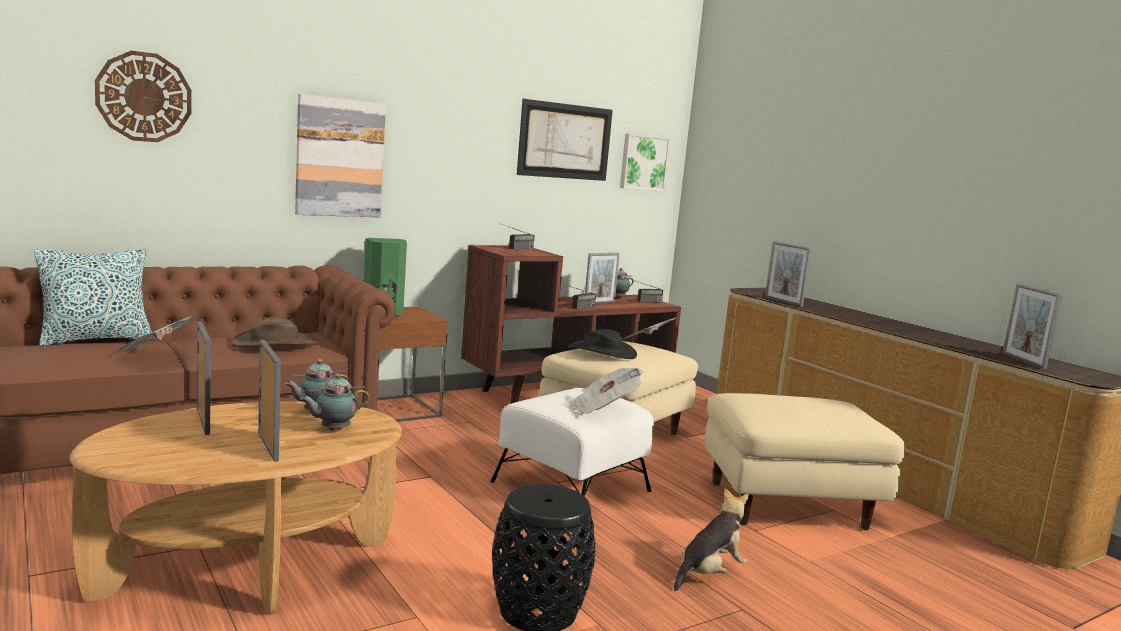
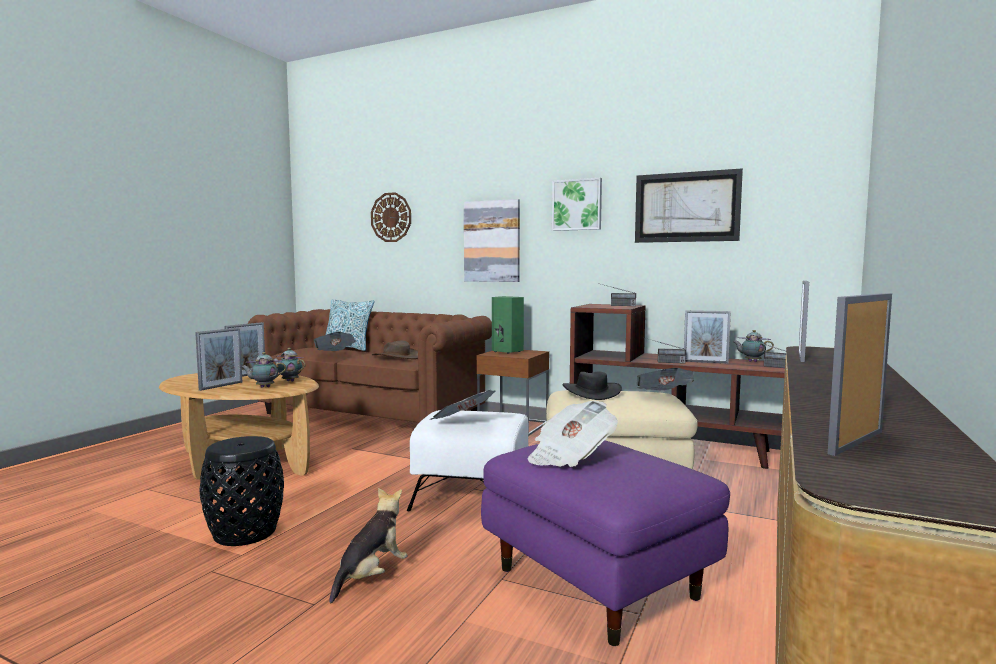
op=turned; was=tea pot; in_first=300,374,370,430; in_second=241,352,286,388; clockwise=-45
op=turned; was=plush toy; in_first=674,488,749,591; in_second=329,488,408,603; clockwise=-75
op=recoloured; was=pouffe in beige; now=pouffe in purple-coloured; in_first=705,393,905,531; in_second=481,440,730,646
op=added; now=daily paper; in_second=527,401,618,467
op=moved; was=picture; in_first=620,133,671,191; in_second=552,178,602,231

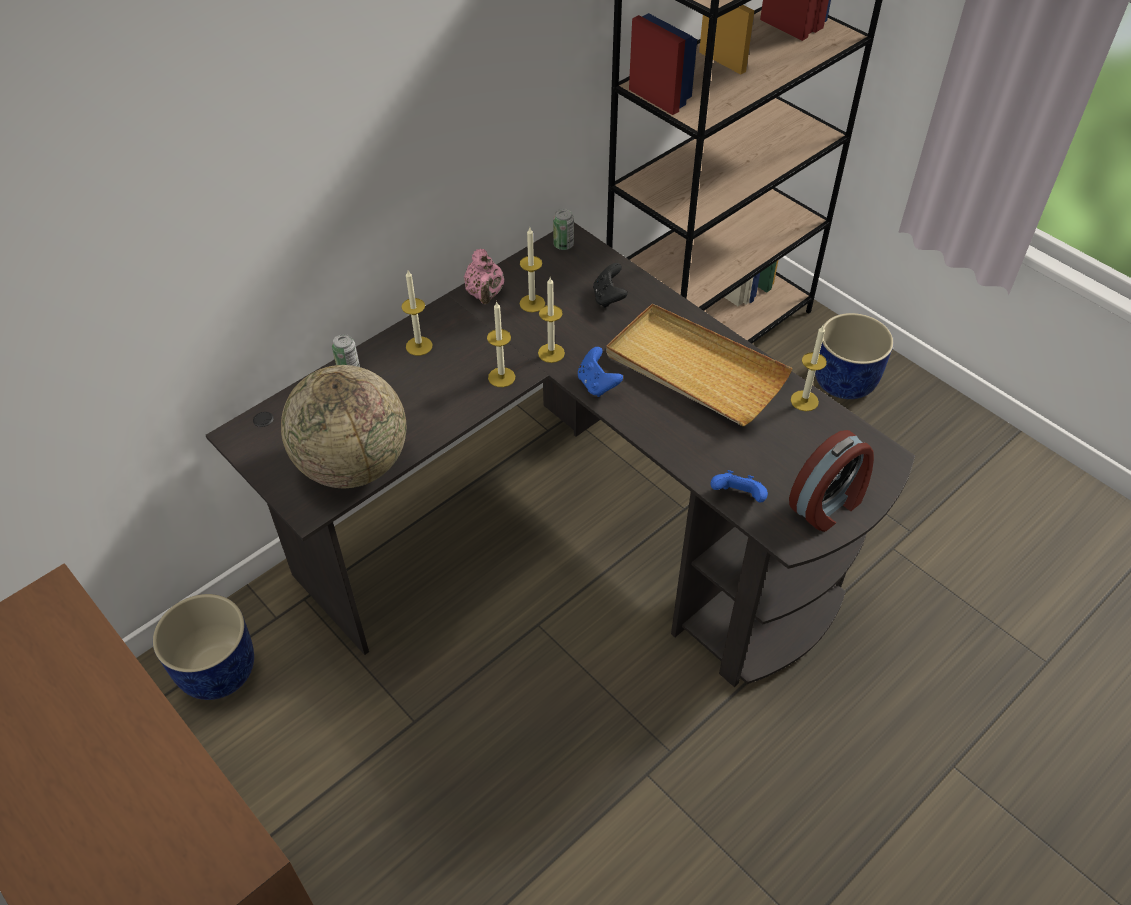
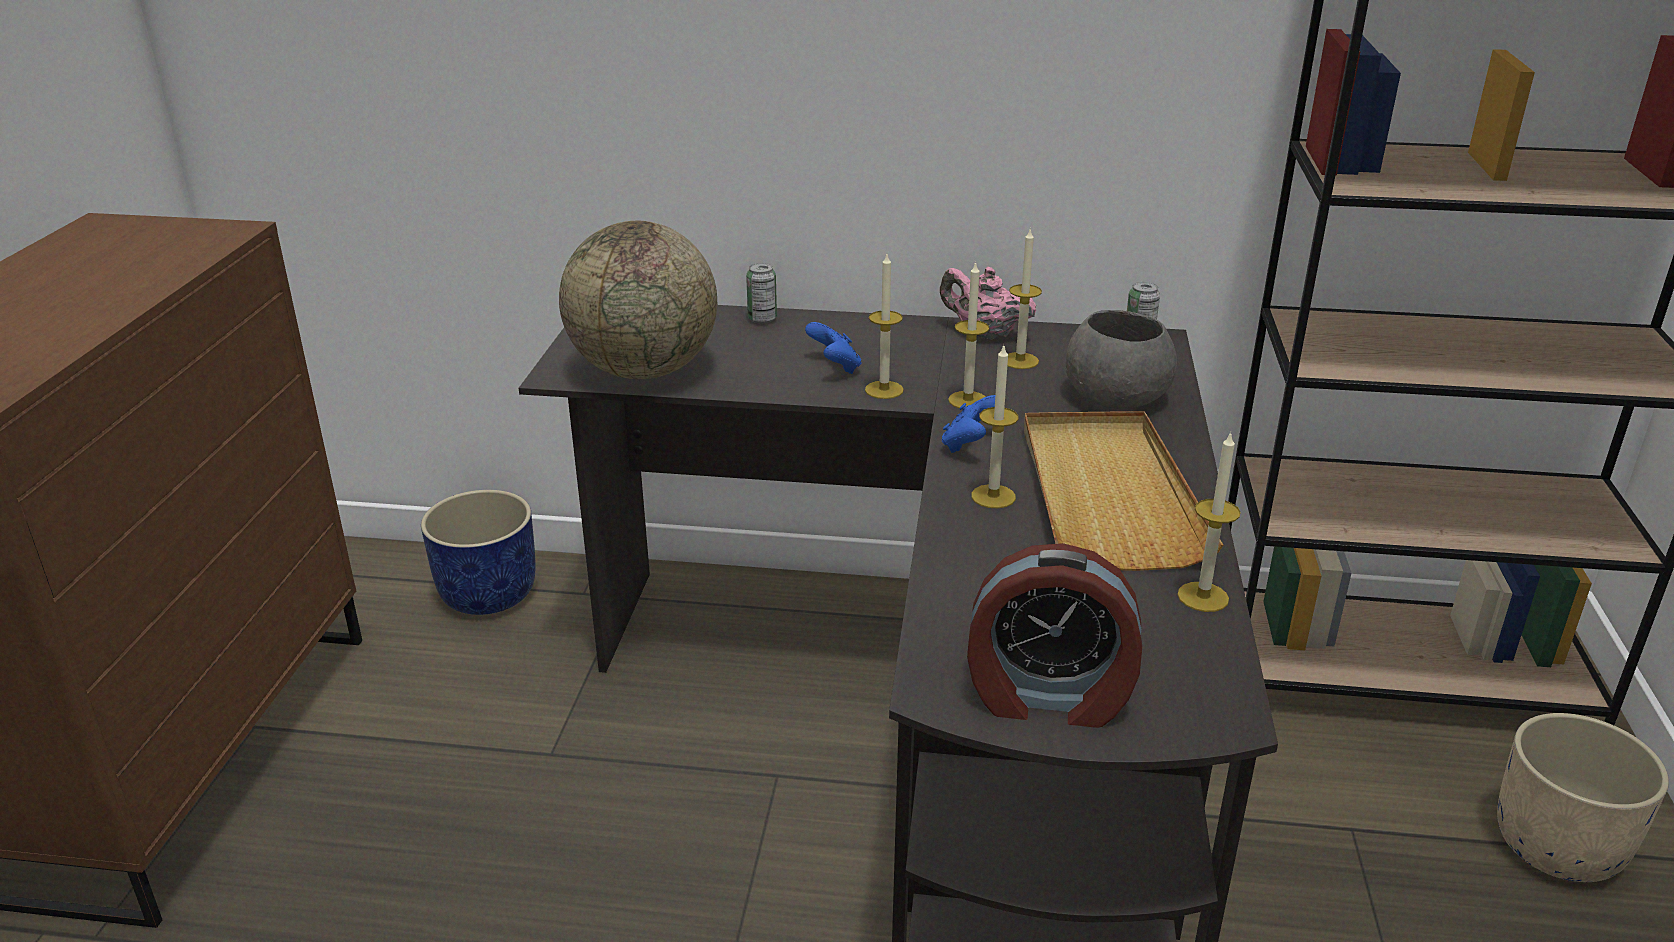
op=moved; was=game controller in blue; in_first=711,470,768,502; in_second=805,322,861,374
op=turned; was=tea pot in pink; in_first=464,249,504,304; in_second=940,267,1036,340; clockwise=75
op=moved; was=wax candle; in_first=401,270,432,356; in_second=971,346,1019,508
op=replaced; was=game controller in blackish; now=serving bowl in grey; in_first=593,263,627,308; in_second=1066,310,1177,409
op=recoloured; was=flower pot in blue; now=flower pot in beige; in_first=815,313,894,399; in_second=1497,713,1669,882

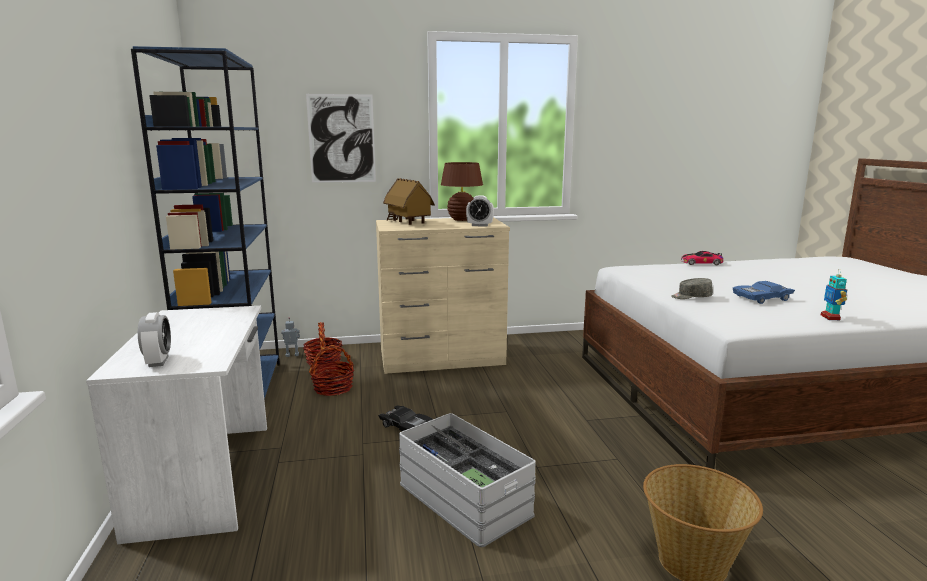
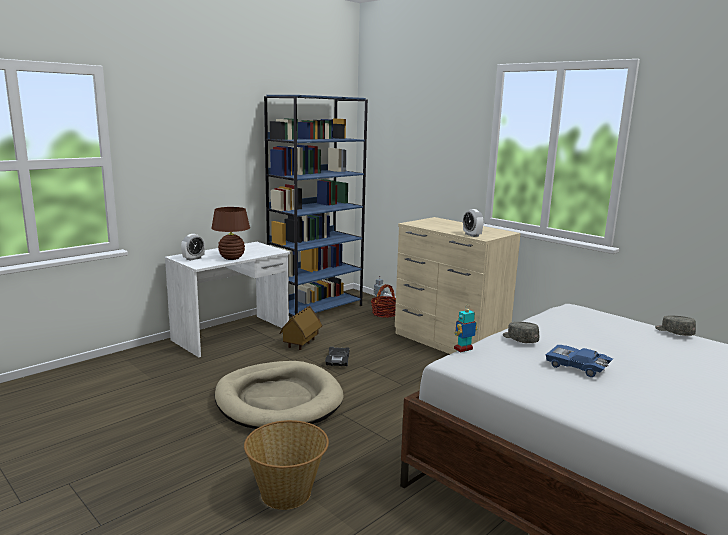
op=moved; was=lamp for a table in brownish; in_first=441,162,483,221; in_second=211,207,250,260
op=replaced; was=storage box in grey; now=dog bed in beige; in_first=399,413,536,547; in_second=215,361,344,429
op=moved; was=toy house; in_first=383,178,435,225; in_second=279,306,322,350
op=moved; was=toy robot; in_first=821,273,847,320; in_second=454,304,477,352
op=replaced; was=miniature car; now=cap in grey; in_first=681,251,723,265; in_second=655,315,696,336
op=removed; was=picture; in_first=306,94,376,183
op=removed; was=basket; in_first=309,345,354,396

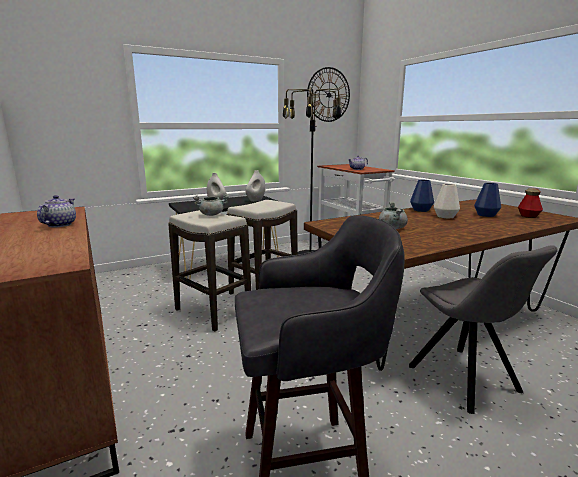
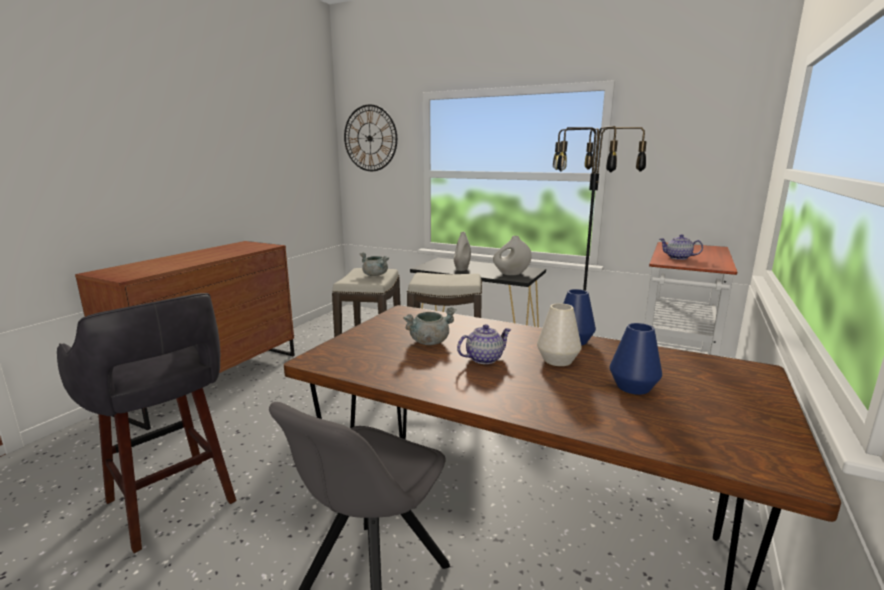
op=moved; was=hanging clock; in_first=307,67,350,122; in_second=344,104,397,171
op=moved; was=tea pot; in_first=37,195,76,227; in_second=457,324,512,364
op=removed; was=beverage bottle; in_first=518,188,543,218

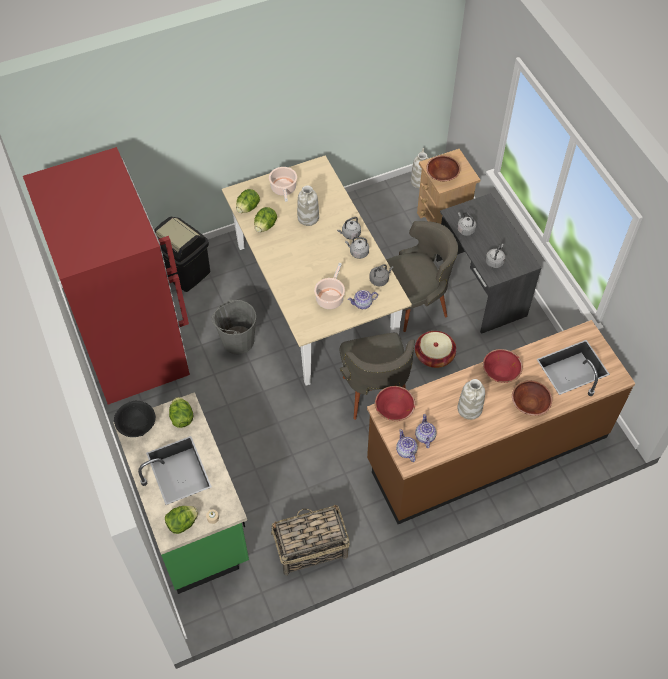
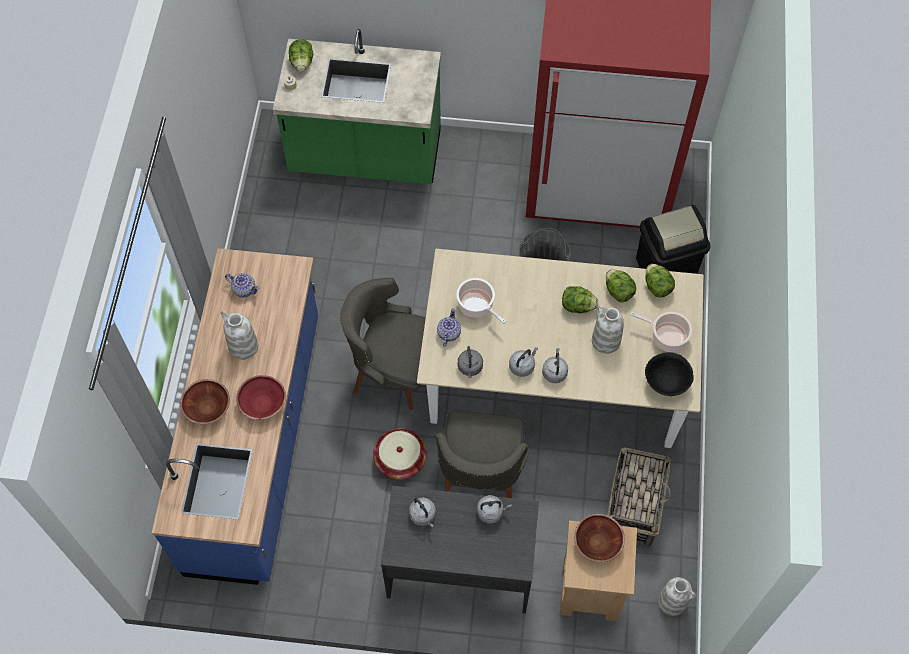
op=recoloured; was=kitchen base unit in brownish; now=kitchen base unit in blue; in_first=367,320,636,524; in_second=152,248,318,585
op=moved; was=lettuce; in_first=169,397,193,428; in_second=562,286,598,314
op=moved; was=basket; in_first=271,505,350,575; in_second=607,448,671,547
op=moved; was=serving bowl in blackish; in_first=114,401,156,437; in_second=645,352,694,396
op=removed; was=serving bowl in red; in_first=375,386,415,421
op=removed; was=tea pot; in_first=396,429,418,462

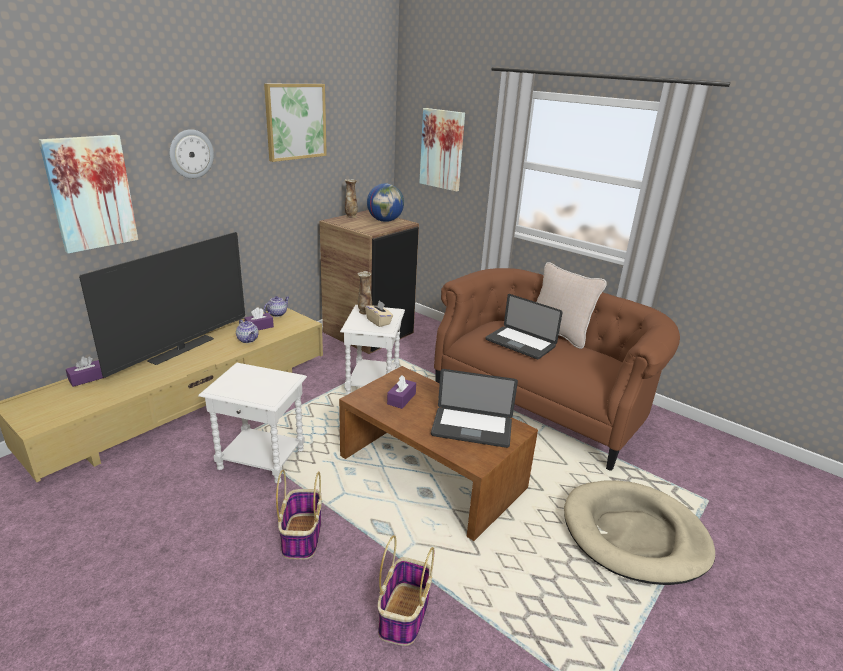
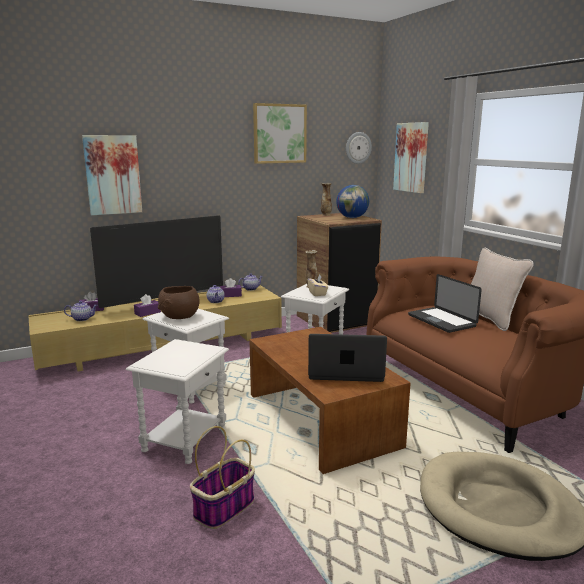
op=added; now=tea pot; in_second=64,301,98,321
op=replaced; was=basket; now=end table in whitish; in_first=276,470,322,559; in_second=125,339,229,464
op=moved; was=box of tissues in purple-coloured; in_first=387,375,416,409; in_second=134,294,161,317
op=added; now=serving bowl in brownish; in_second=158,286,200,319
op=turned; was=laptop; in_first=431,369,518,448; in_second=308,334,387,382; clockwise=150
op=moved; was=hanging clock; in_first=169,129,214,179; in_second=346,132,372,164

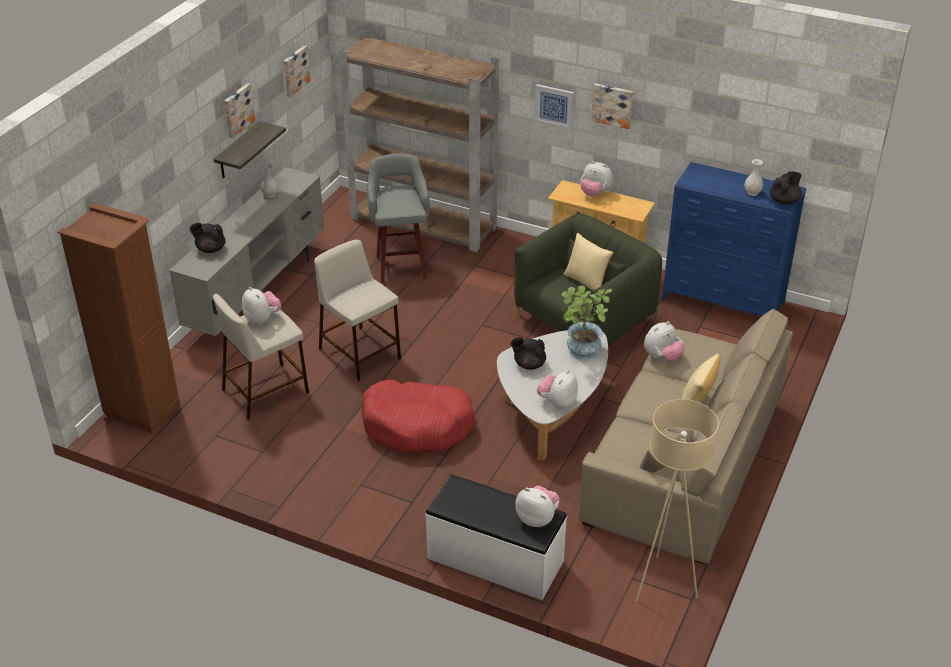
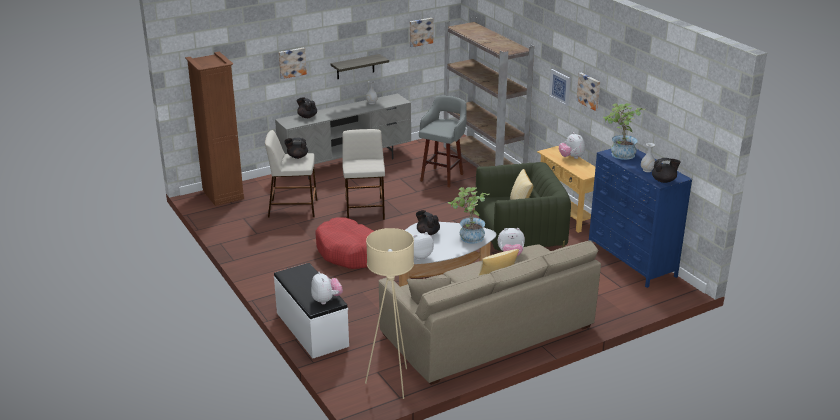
op=moved; was=picture; in_first=224,83,255,138; in_second=278,48,307,79
op=replaced; was=plush toy; now=tea pot in blackish; in_first=242,287,281,325; in_second=284,138,308,159
op=added; now=houseplant; in_second=603,103,646,160

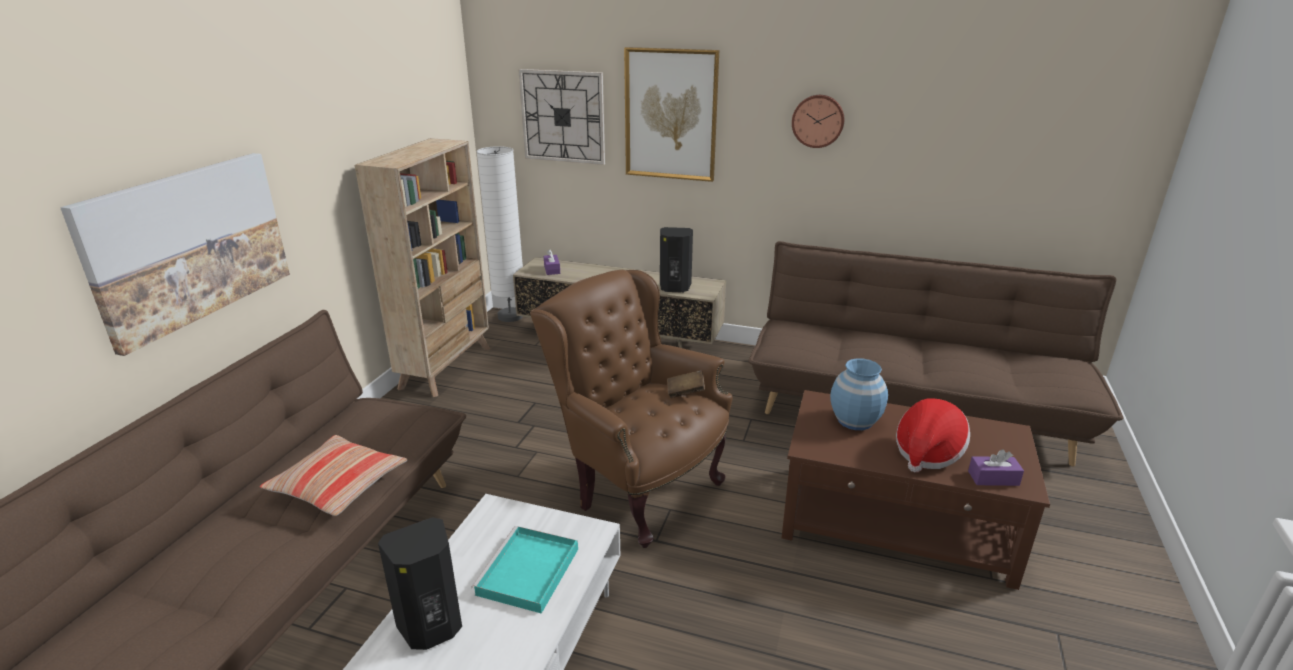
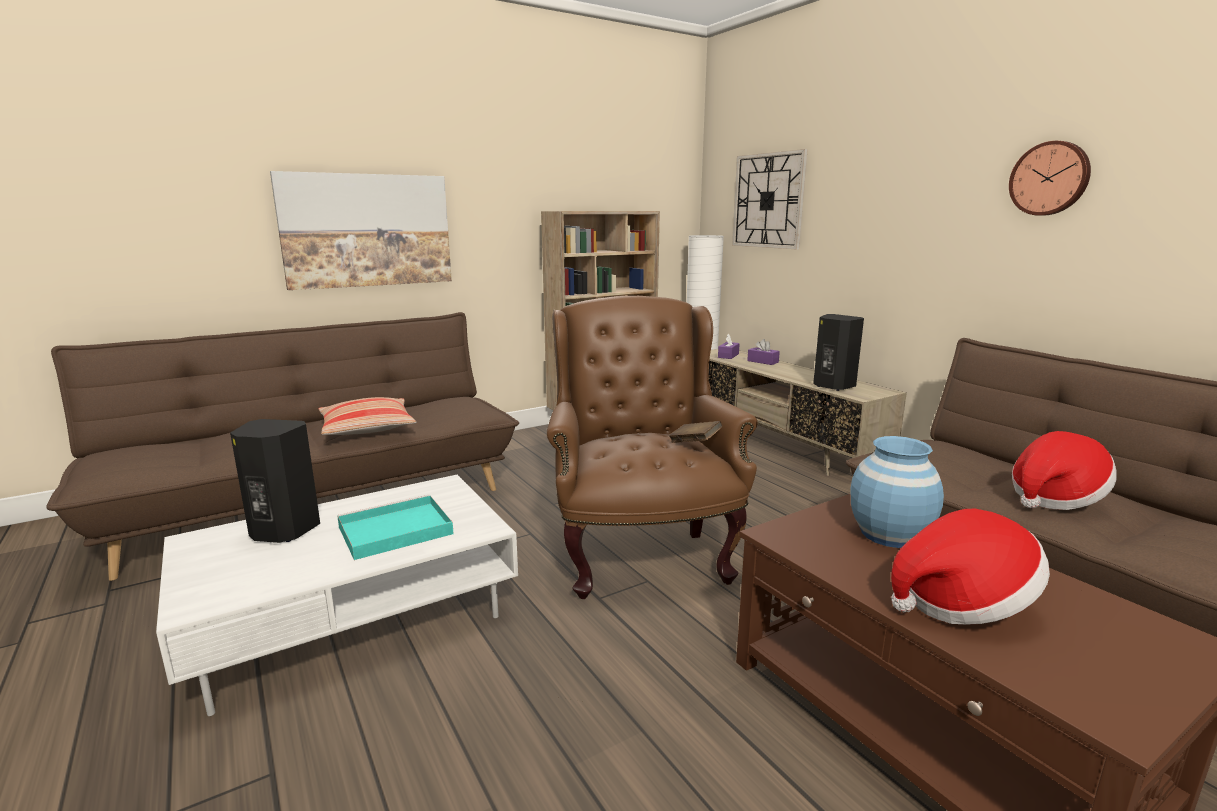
op=moved; was=box of tissues in purple-coloured; in_first=968,449,1024,486; in_second=747,339,780,365
op=added; now=clothing hat; in_second=1012,431,1117,510
op=removed; was=picture; in_first=624,47,719,182

